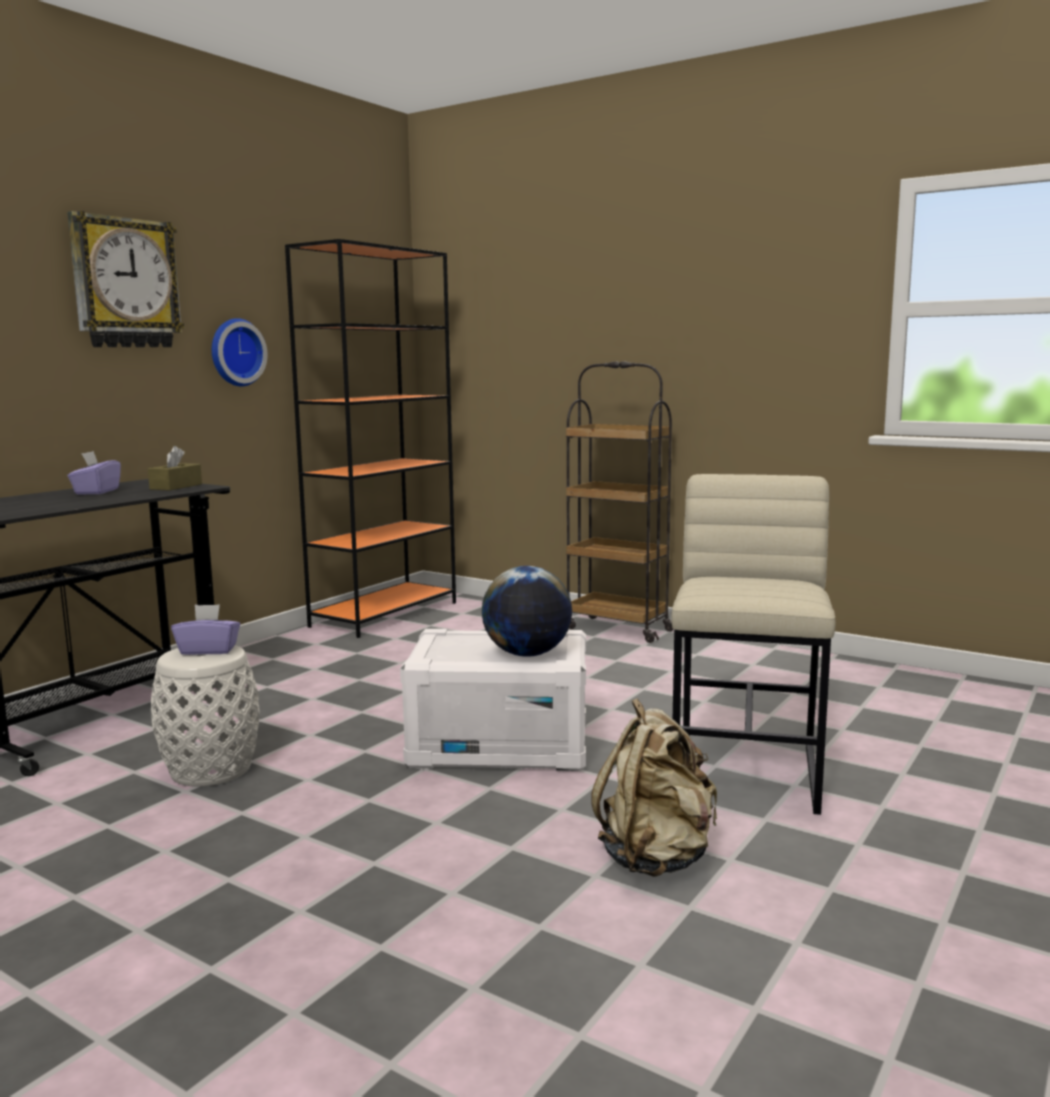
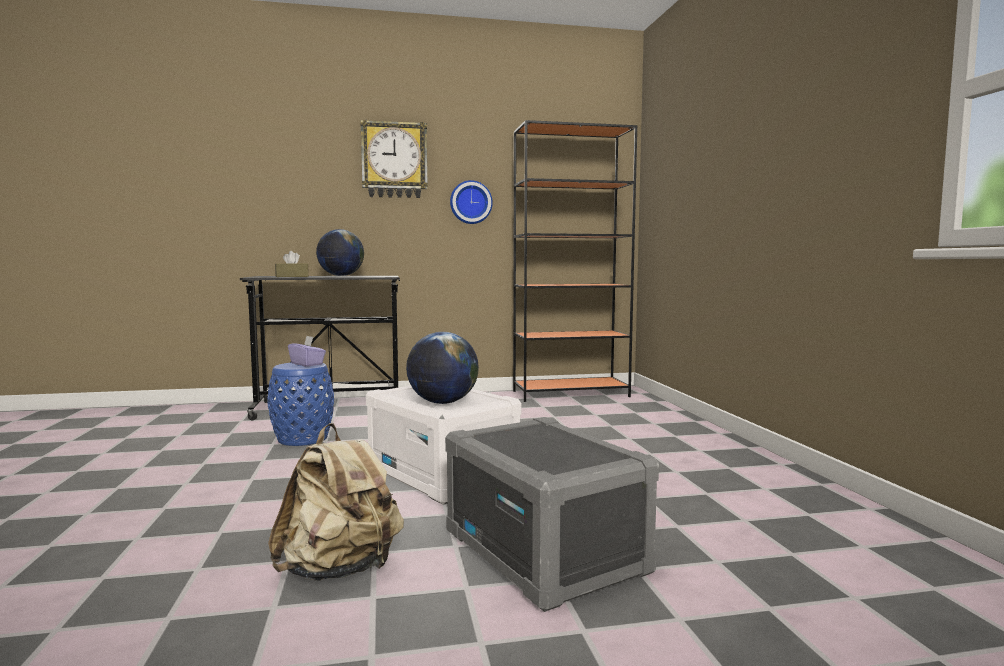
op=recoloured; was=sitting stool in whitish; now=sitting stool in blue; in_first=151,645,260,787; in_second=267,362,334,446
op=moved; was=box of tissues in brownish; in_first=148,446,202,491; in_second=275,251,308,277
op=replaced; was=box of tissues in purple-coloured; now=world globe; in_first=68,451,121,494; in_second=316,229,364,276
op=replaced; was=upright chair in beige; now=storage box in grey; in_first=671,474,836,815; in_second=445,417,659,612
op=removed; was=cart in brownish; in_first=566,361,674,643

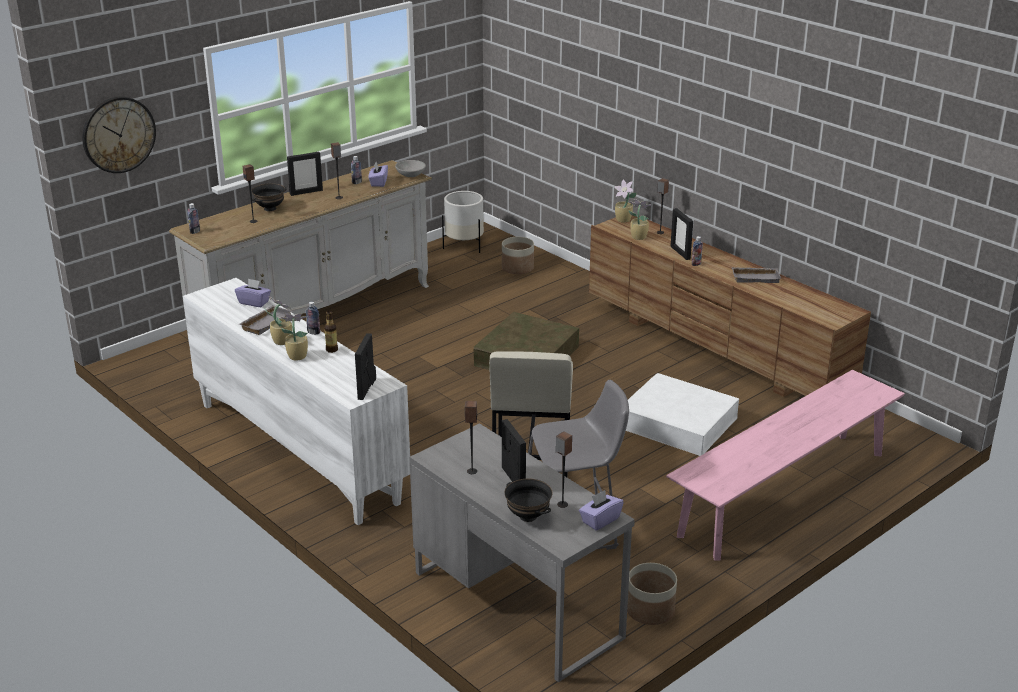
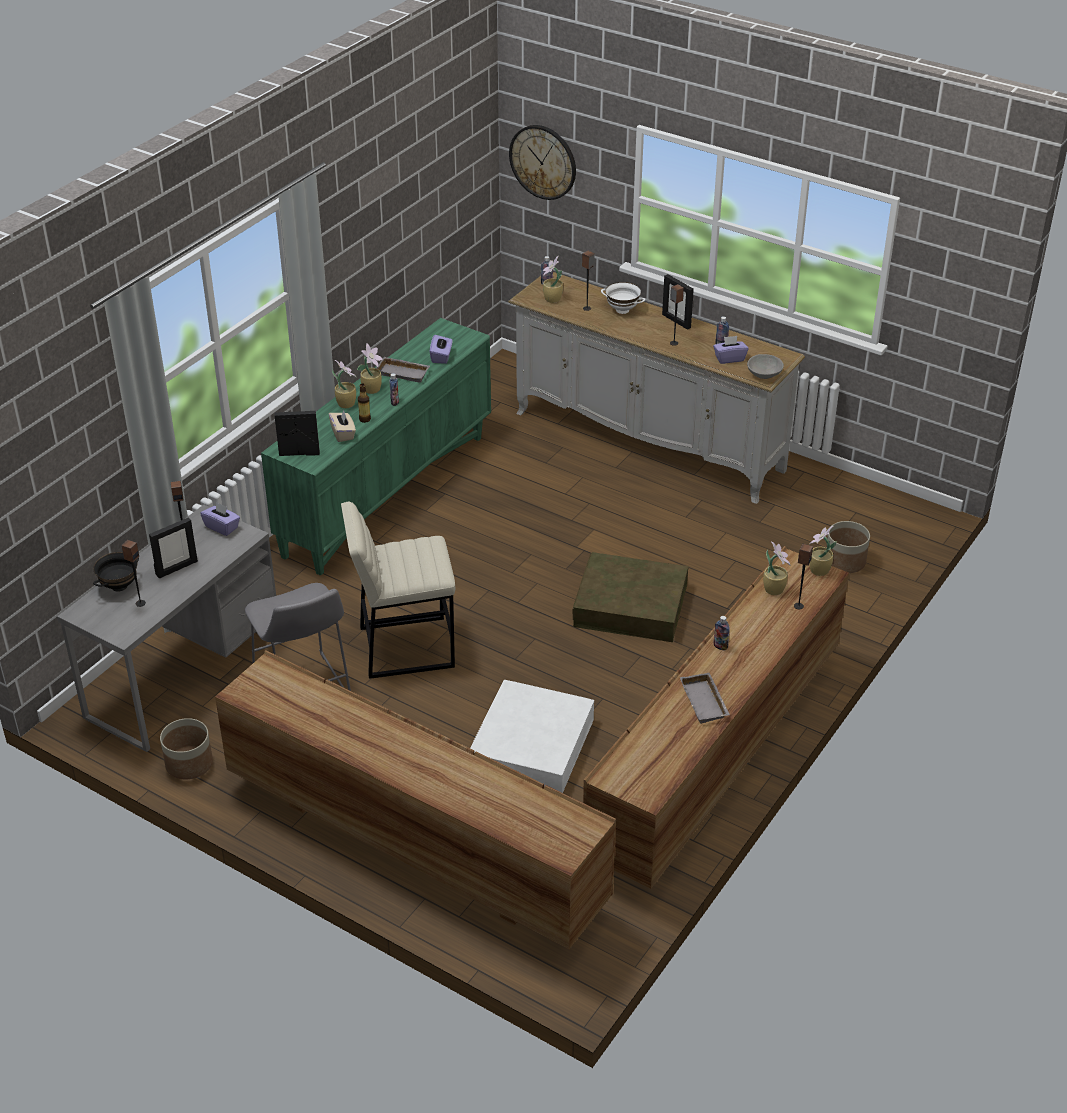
op=moved; was=box of tissues in purple-coloured; in_first=579,490,624,531; in_second=200,502,240,536
op=replaced; was=long seat in pink; now=storage cabinet in brownish; in_first=666,370,905,561; in_second=215,650,616,949
op=recoloured; was=dresser in whitish; now=dresser in greenish; in_first=183,278,410,525; in_second=261,318,491,575
op=added; now=box of tissues in beige; in_second=329,409,356,442
op=added; now=houseplant; in_second=543,256,563,303
op=recoloured; was=serving bowl in blackish; now=serving bowl in whitish; in_first=252,183,286,211; in_second=601,282,645,314
op=removed; was=flower pot in whitish; in_first=442,191,484,253
op=removed; was=picture frame; in_first=670,208,693,260

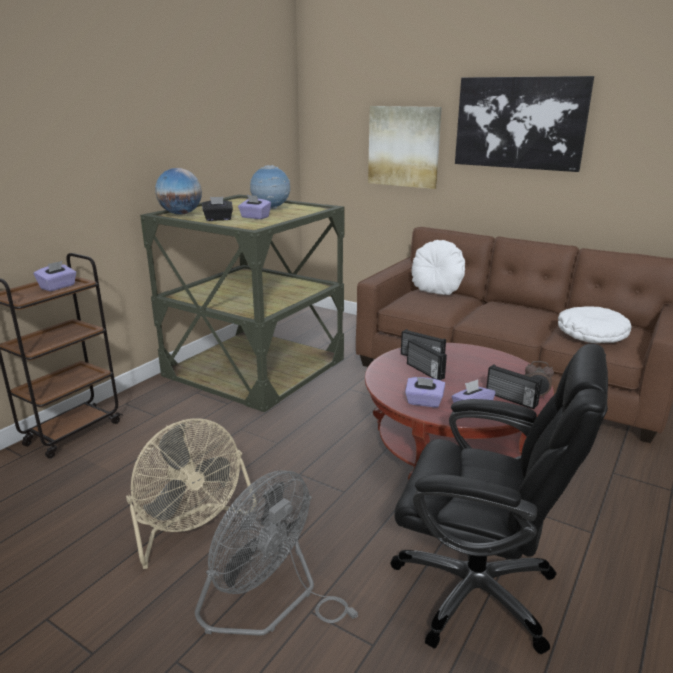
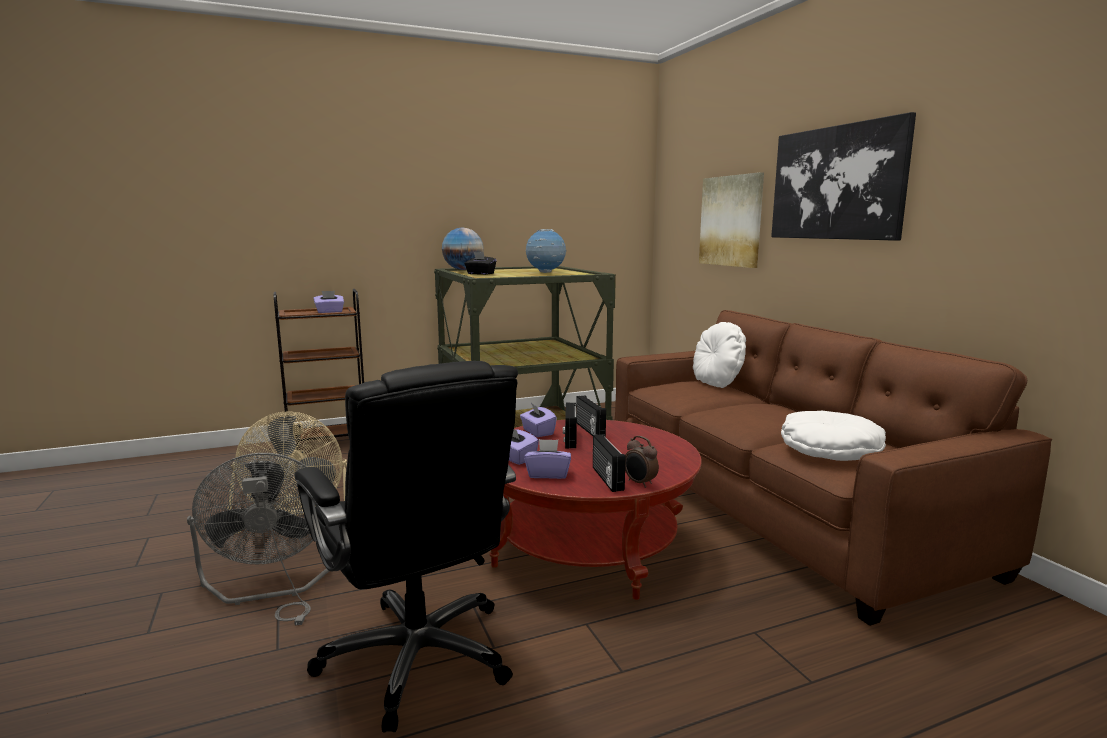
op=moved; was=box of tissues in purple-coloured; in_first=238,195,271,219; in_second=520,403,557,437

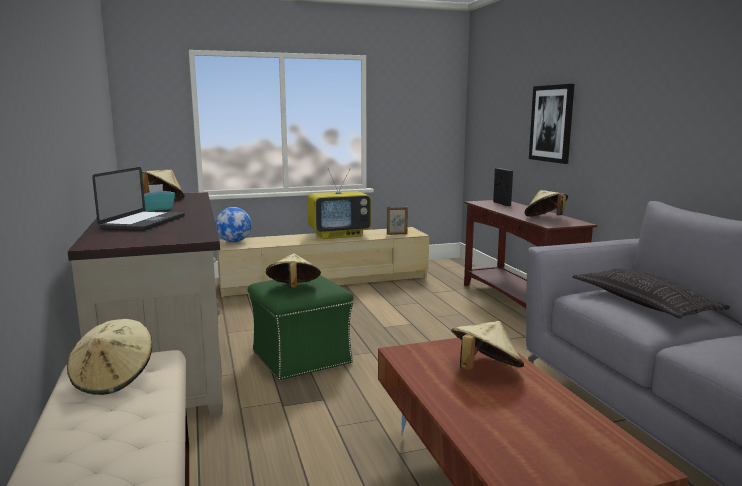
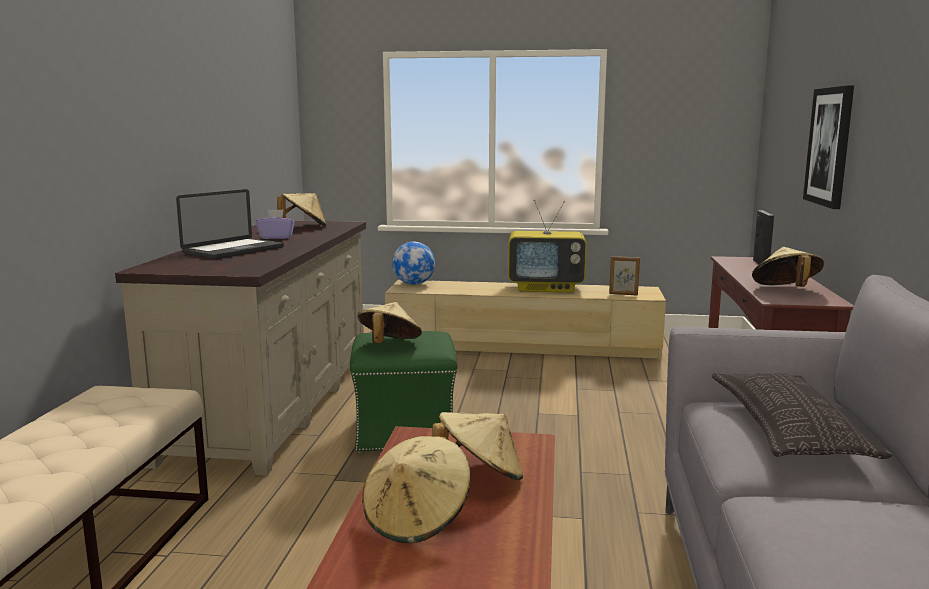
op=recoloured; was=box of tissues in turquoise-coloured; now=box of tissues in purple-coloured; in_first=144,184,175,211; in_second=256,209,295,239
op=moved; was=clothing hat in beige; in_first=67,319,152,395; in_second=362,436,471,543

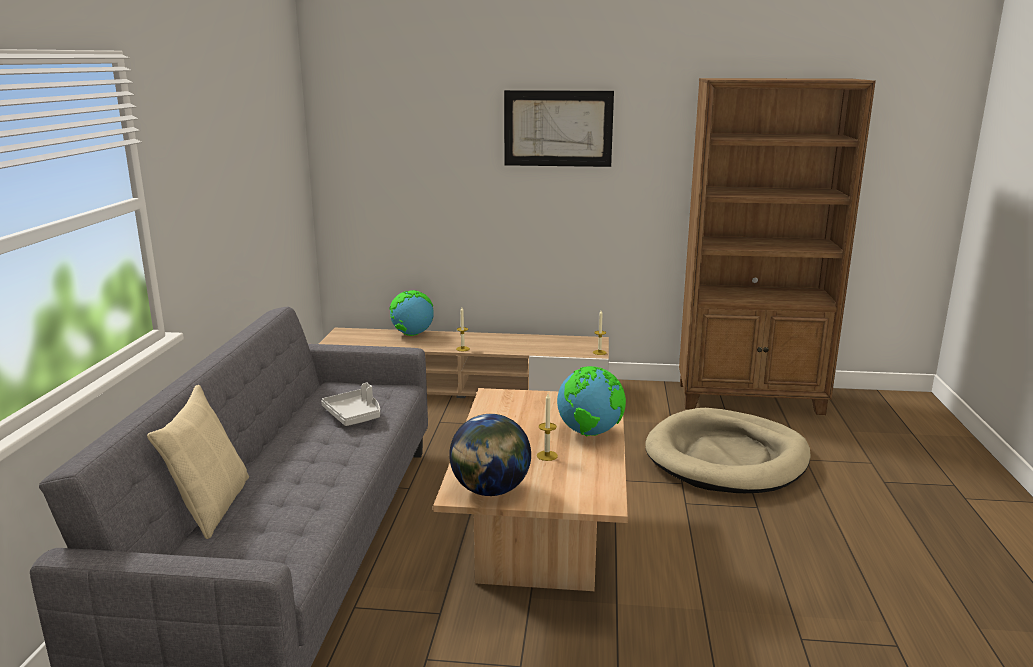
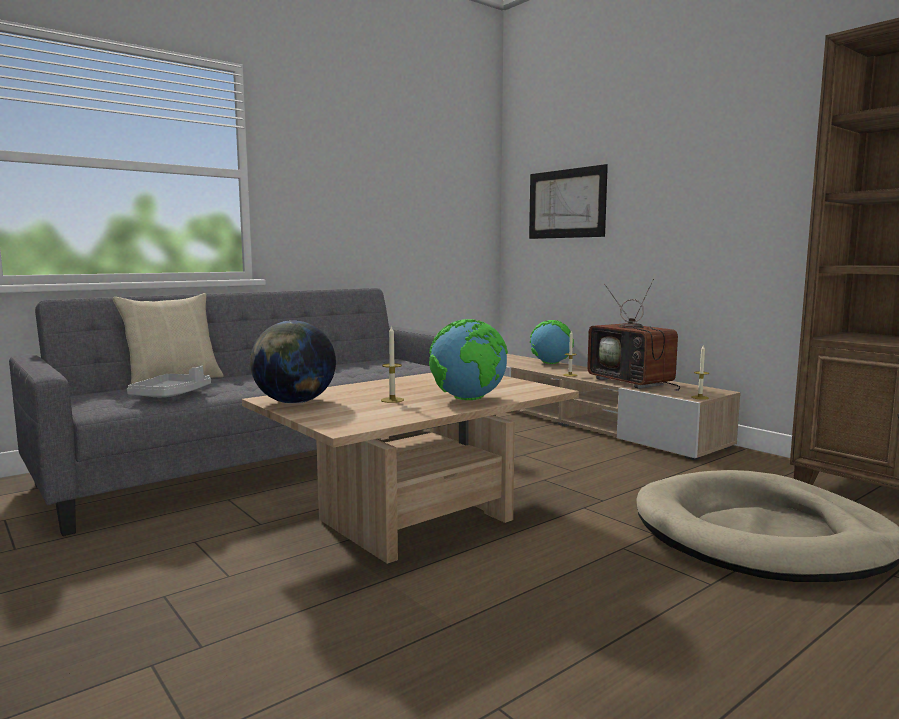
op=moved; was=serving tray in grey; in_first=321,383,380,426; in_second=127,366,211,397
op=moved; was=picture; in_first=504,90,614,167; in_second=529,164,608,239
op=added; now=TV; in_second=587,279,680,391

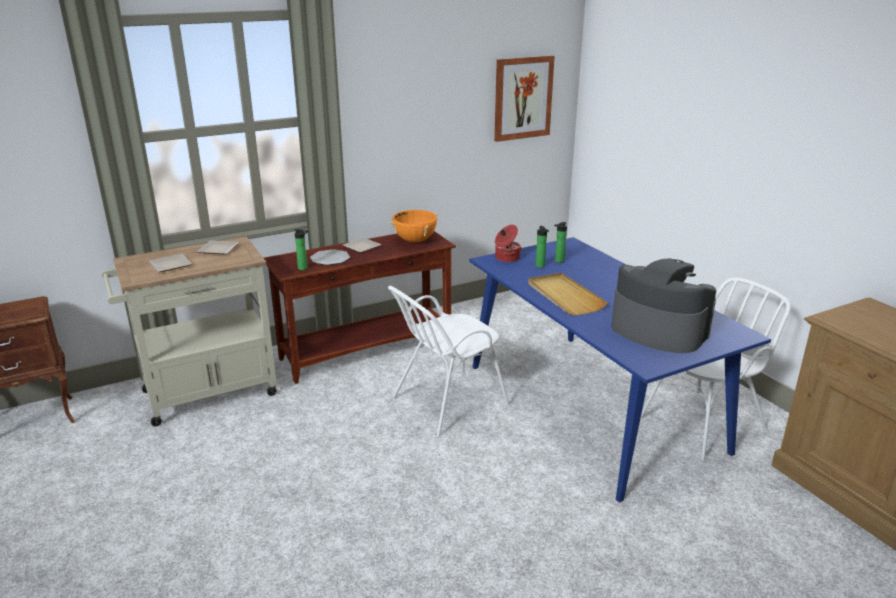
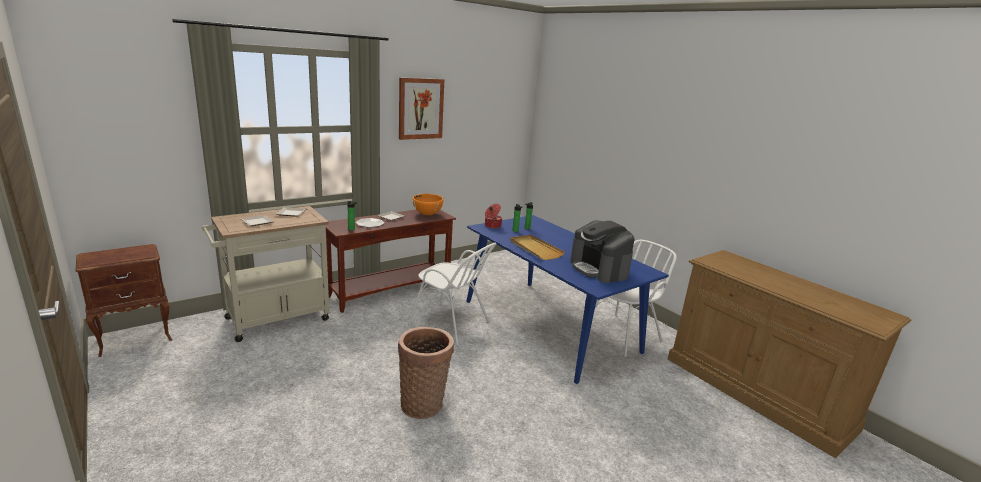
op=added; now=basket; in_second=398,327,454,419
op=moved; was=picture; in_first=494,55,554,142; in_second=399,78,444,140
op=turned; was=upright chair in whitish; in_first=388,286,510,438; in_second=408,243,496,347; clockwise=-105
op=turned; was=coffee machine; in_first=611,258,716,353; in_second=570,221,635,283; clockwise=-150

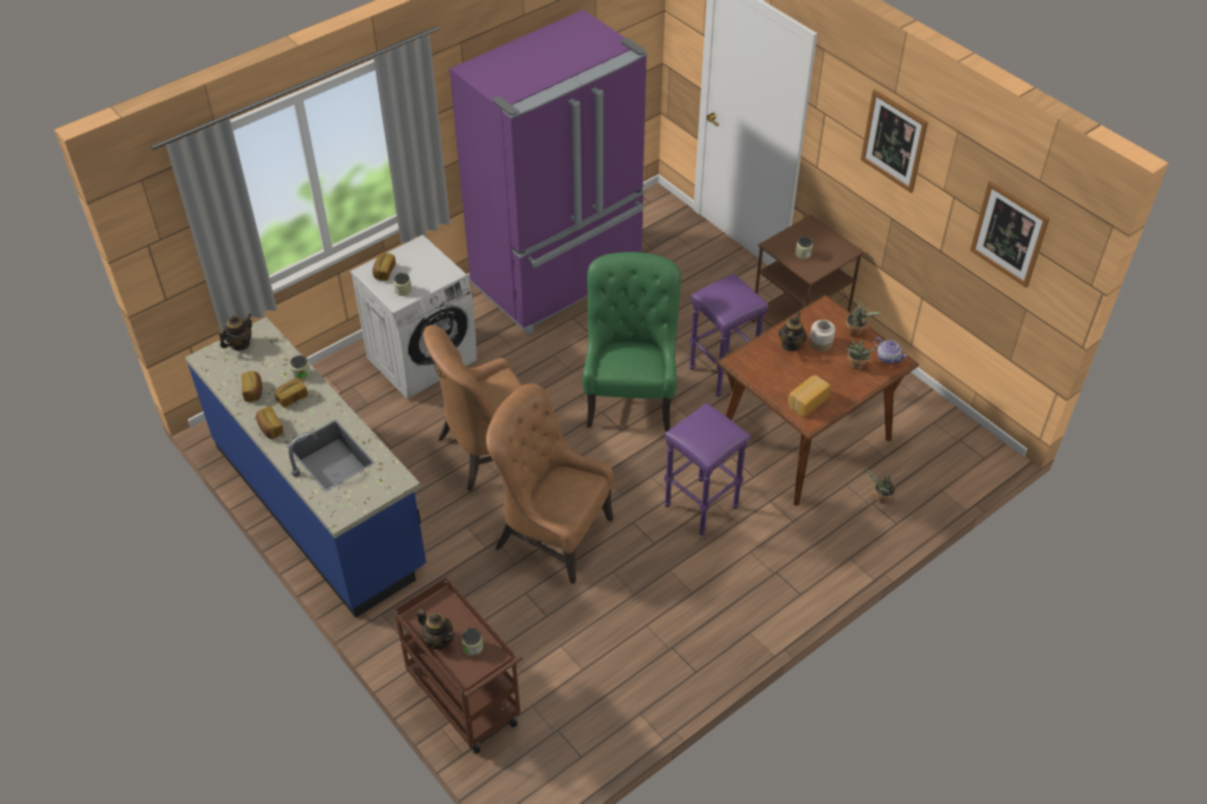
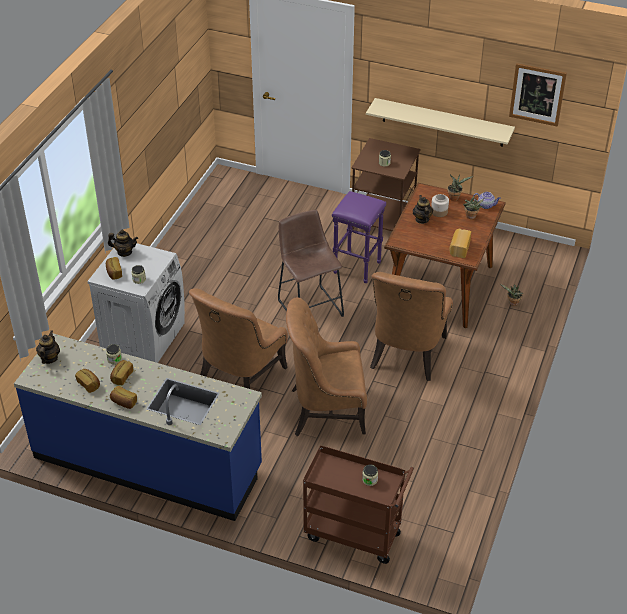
op=moved; was=tea pot; in_first=417,609,455,649; in_second=108,230,138,257
op=replaced; was=upright chair in greenish; now=sitting stool in brownish; in_first=582,252,681,431; in_second=278,210,344,317
op=added; now=wall shelf in beige; in_second=366,98,515,147
op=replaced; was=sitting stool in purple-coloured; now=upright chair in brownish; in_first=664,403,751,536; in_second=370,272,453,381
op=removed; was=kitchen fridge in purple-coloured; in_first=449,10,647,335
op=removed; was=picture; in_first=861,89,928,193

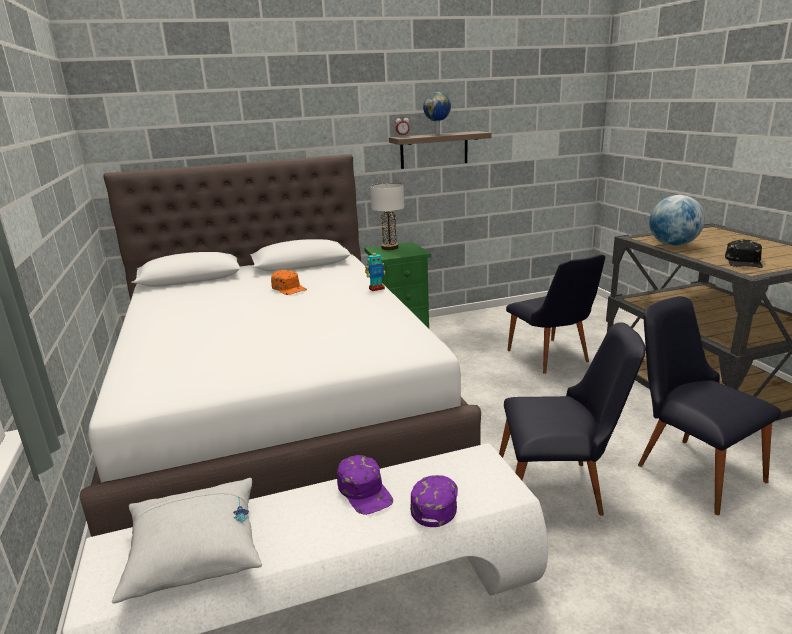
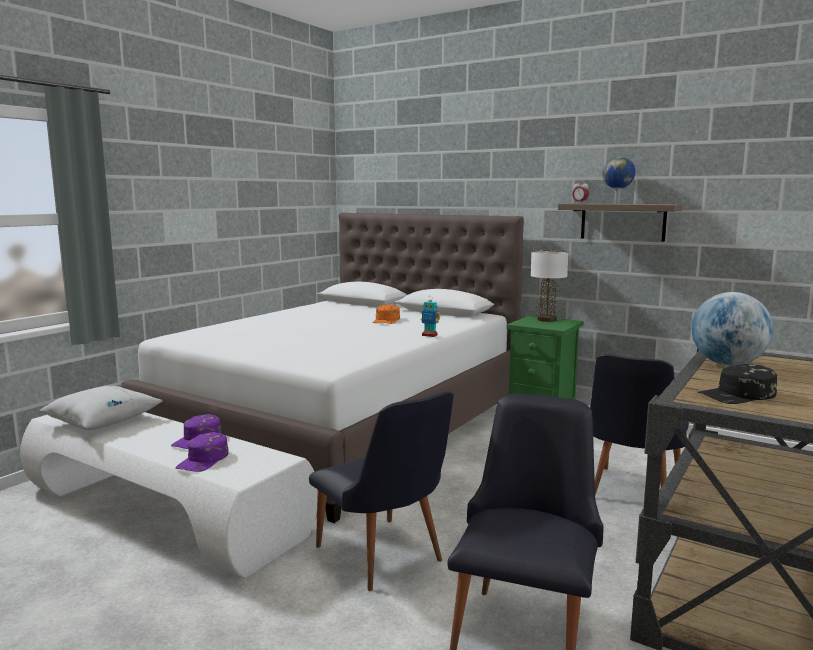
op=turned; was=cap in purple-coloured; in_first=410,475,458,527; in_second=176,432,229,472; clockwise=135

